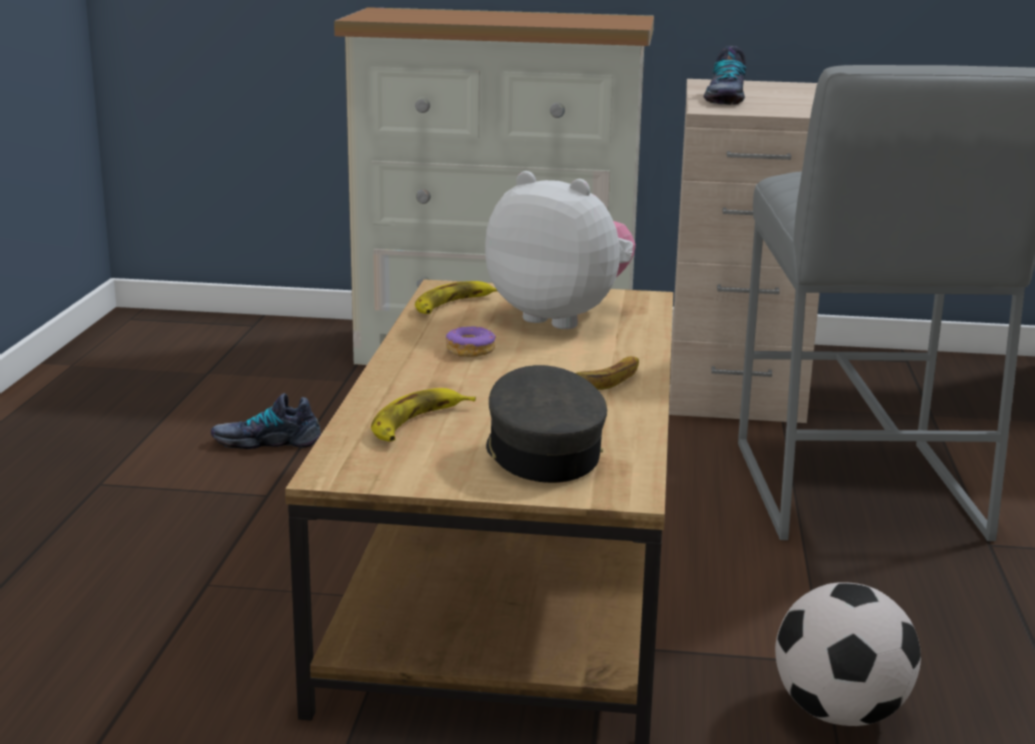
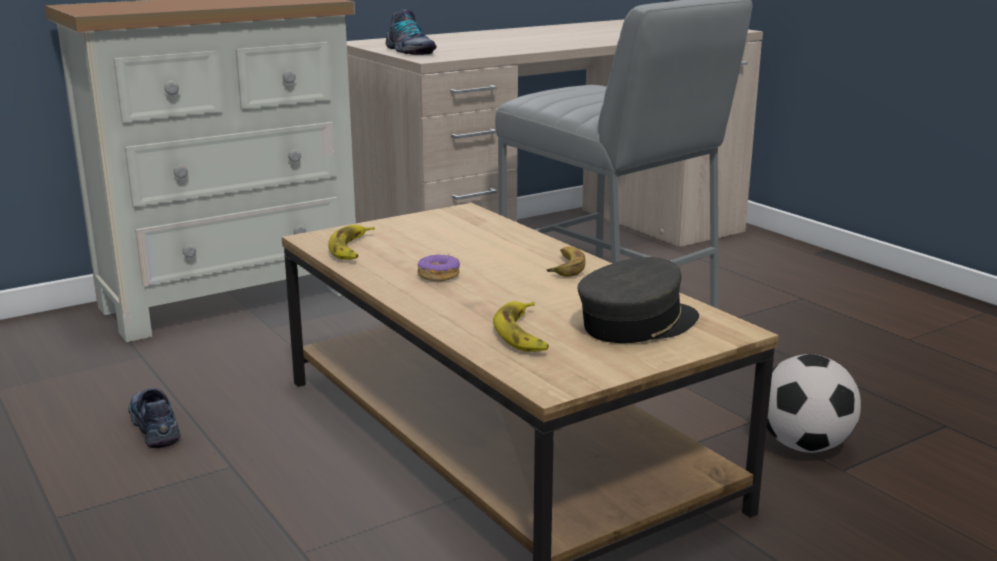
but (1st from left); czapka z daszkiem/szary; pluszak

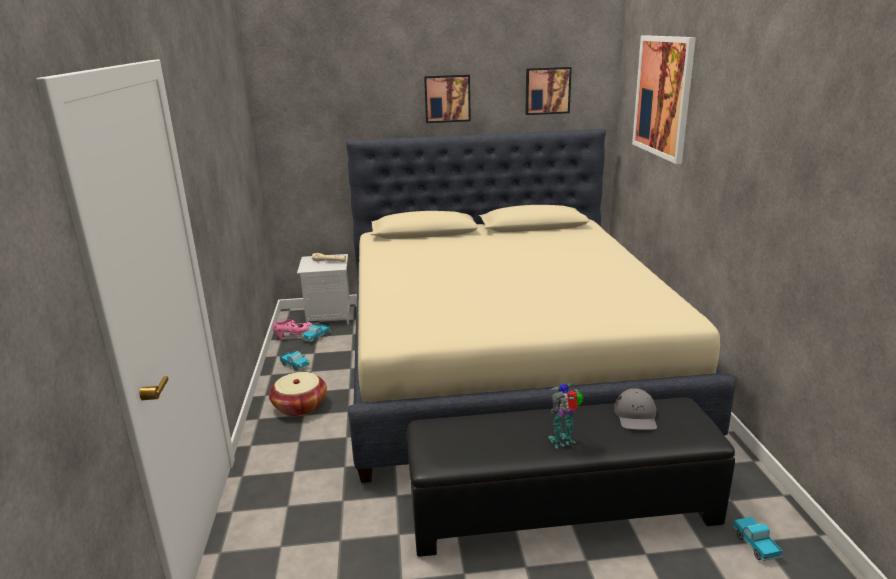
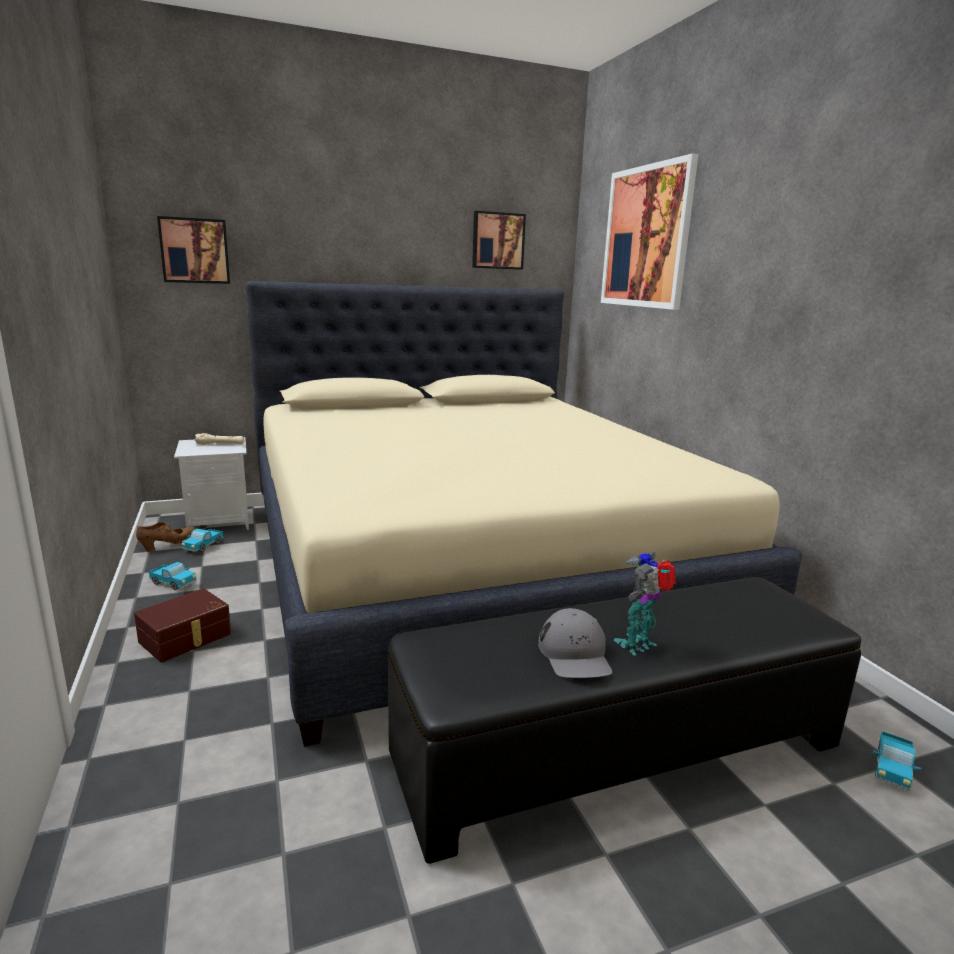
pojemnik do przechowywania/brązowy; but/brązowy; obraz (1st from left); czapka z daszkiem/szary; ciężarówka zabawkowa (3rd from left)

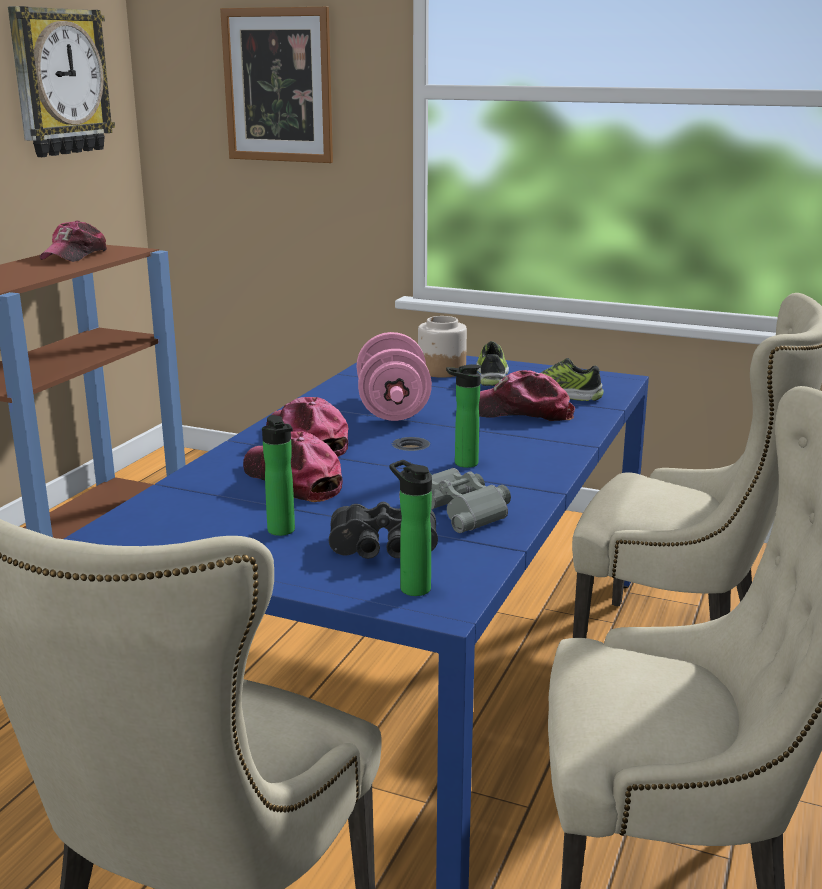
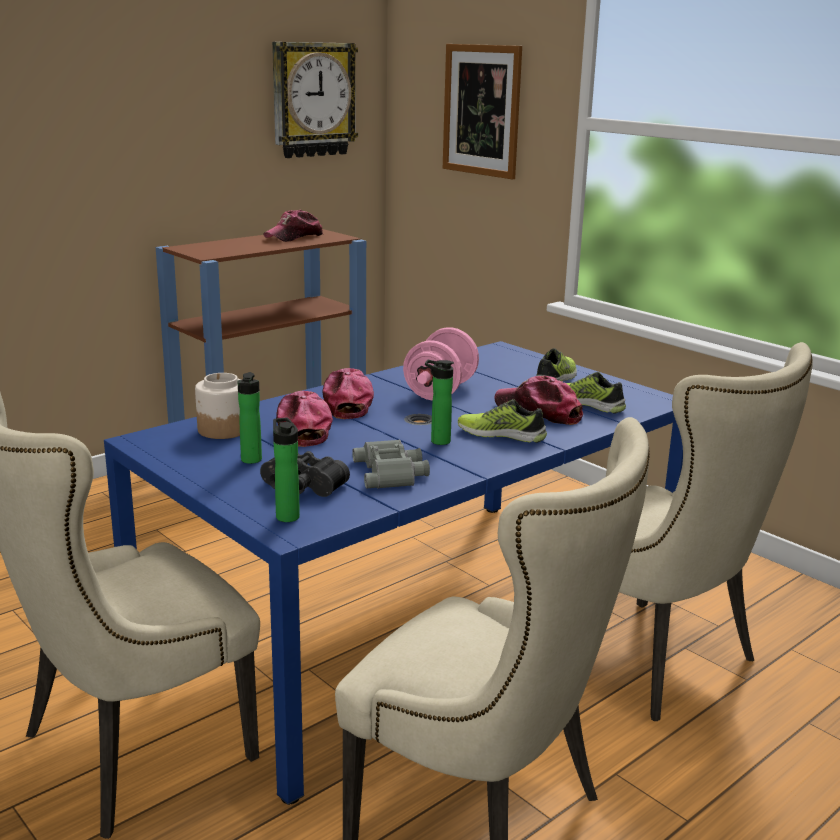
słoik; but (1st from left)

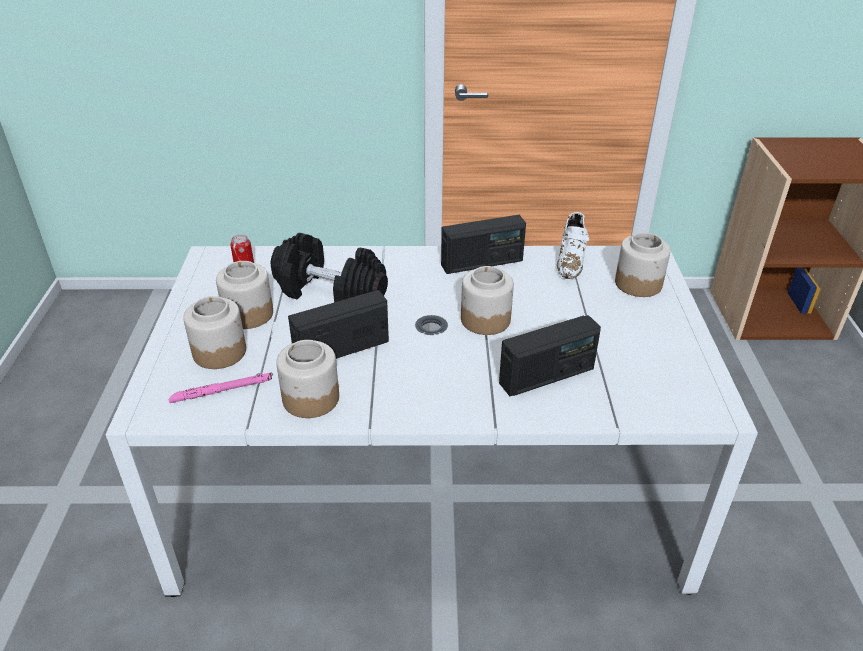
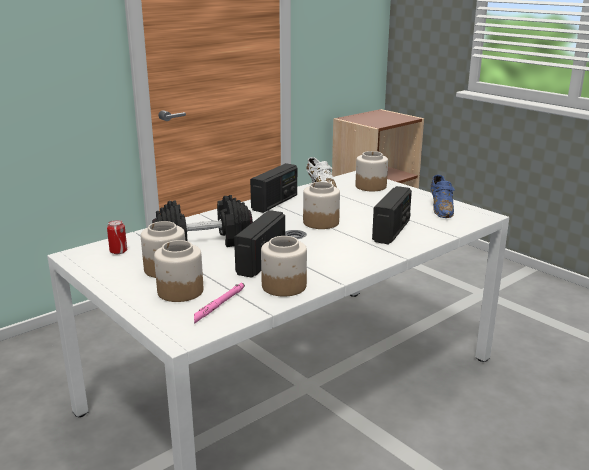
but/niebieski

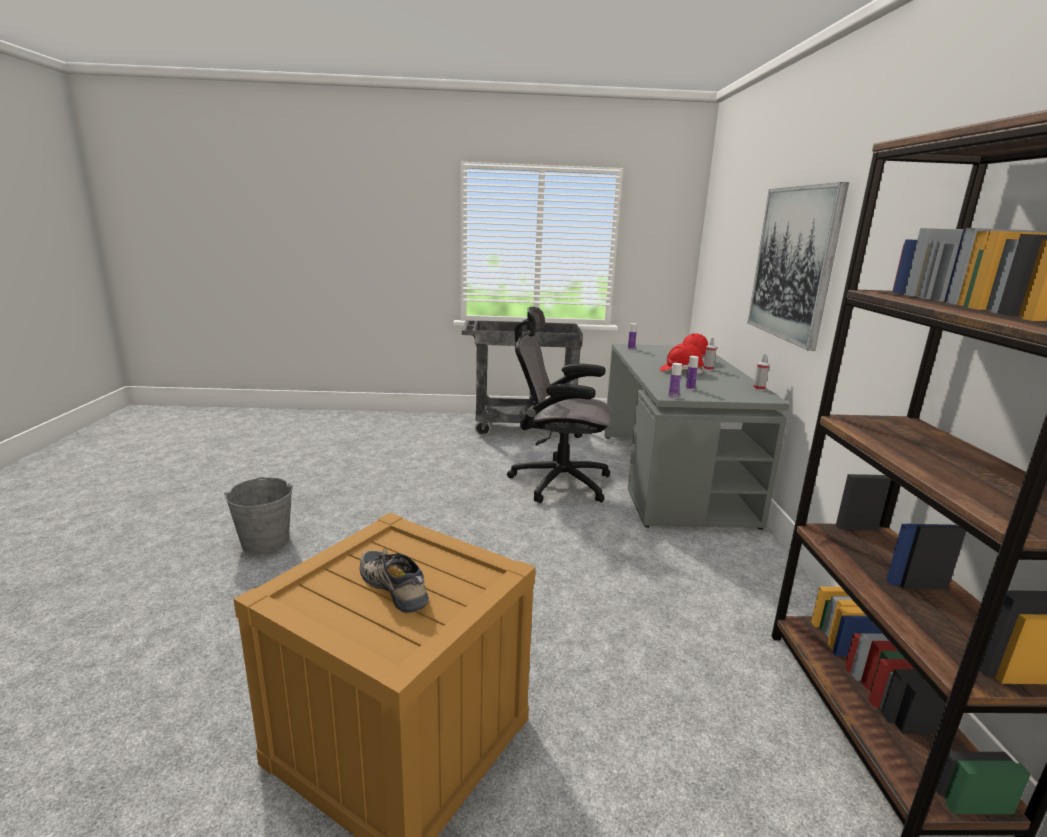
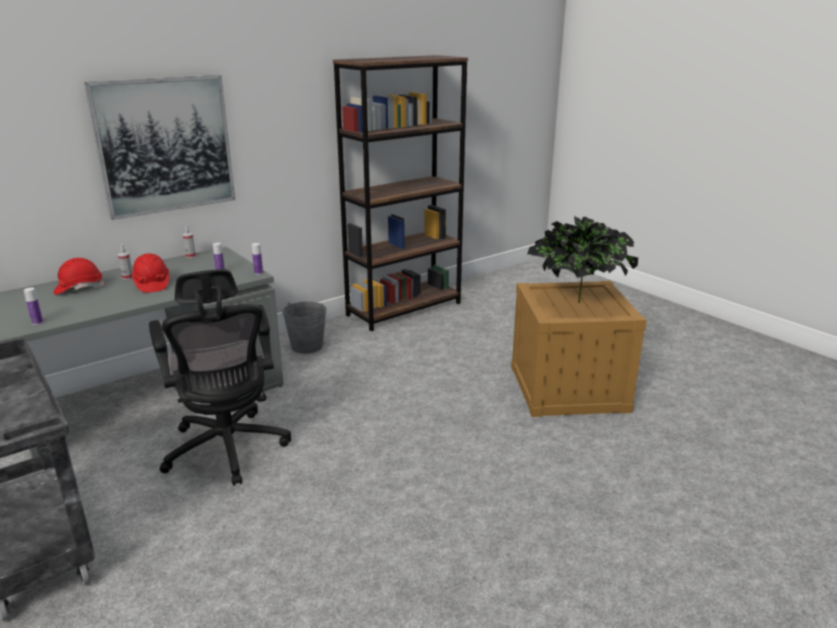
wiadro/szary; roślina doniczkowa

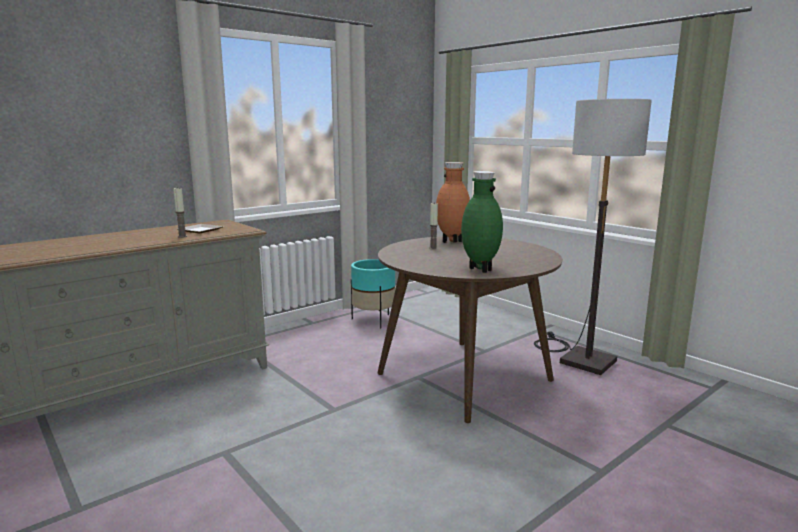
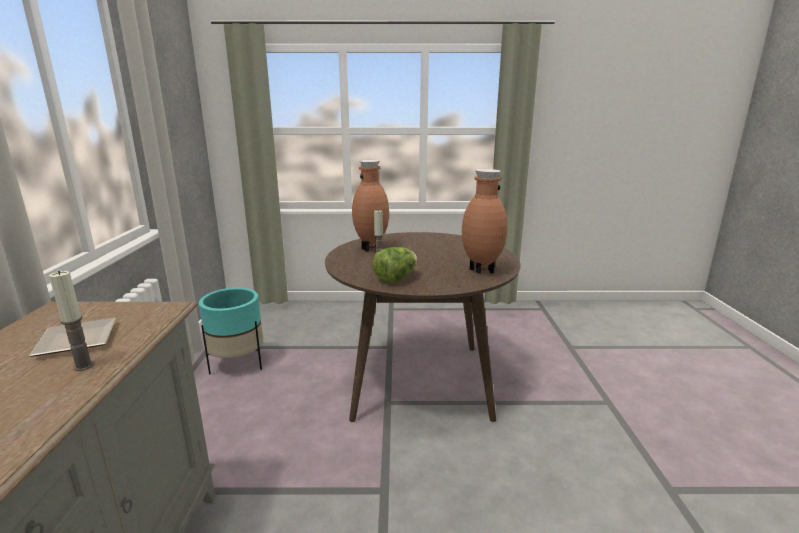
sałata; wazon/brązowy (2nd from left); lampa stojąca

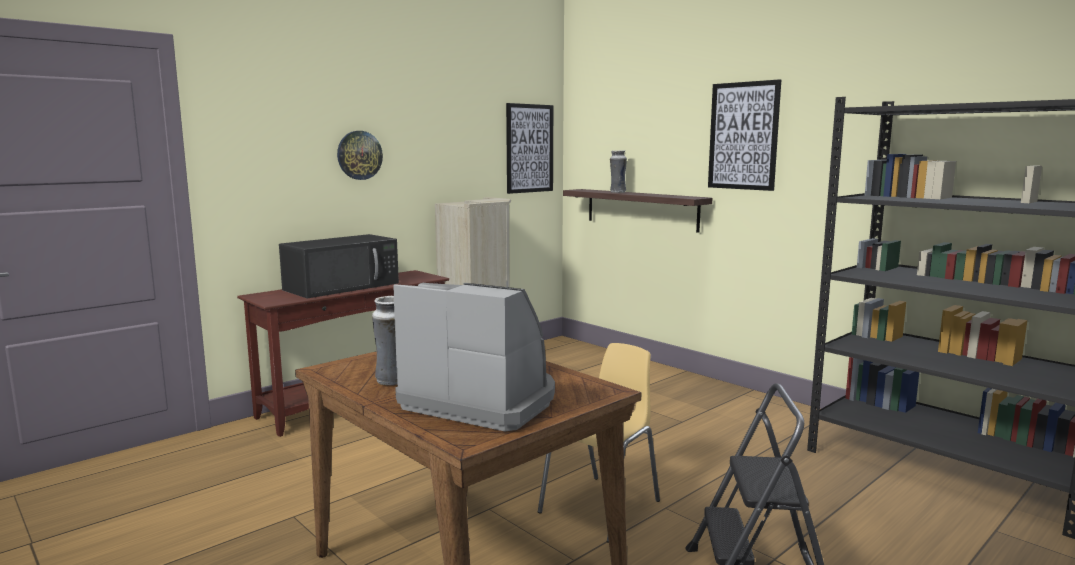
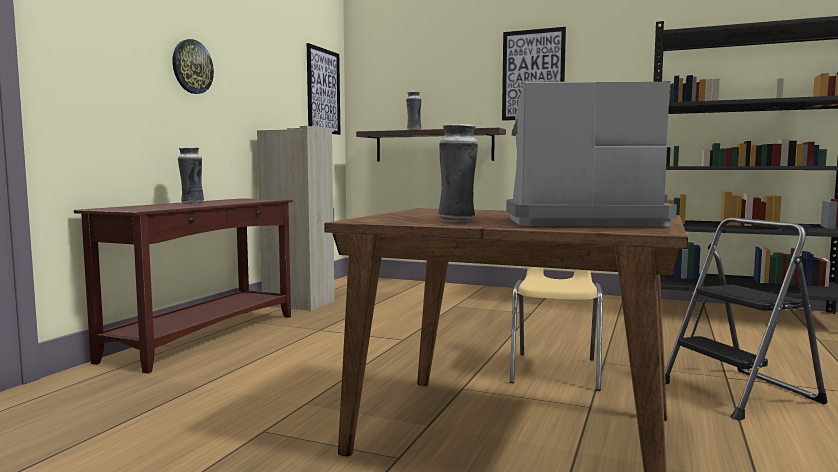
wazon (1st from left)

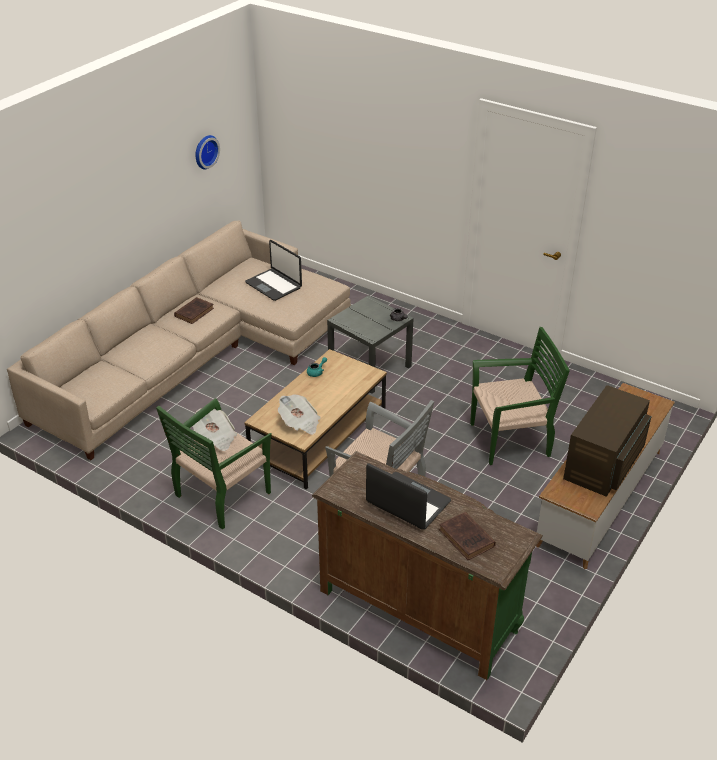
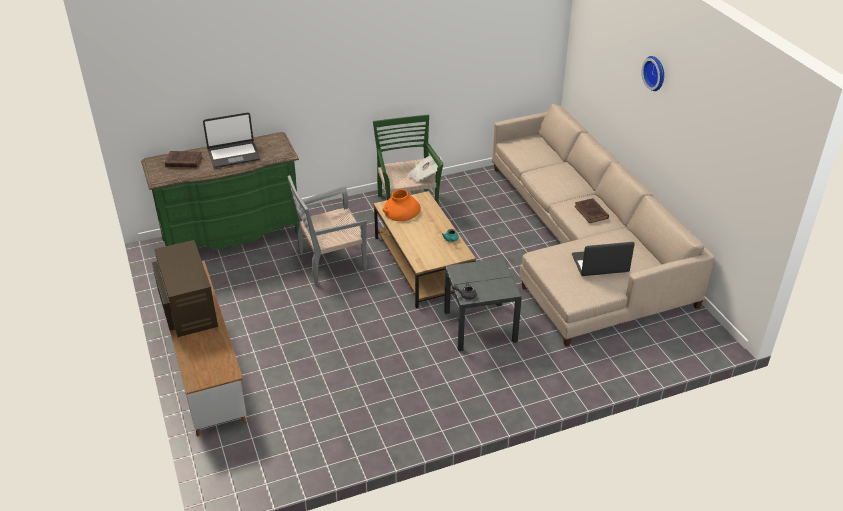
wazon/pomarańczowy; zegar ścienny; fotel/zielony (2nd from left in the first image)

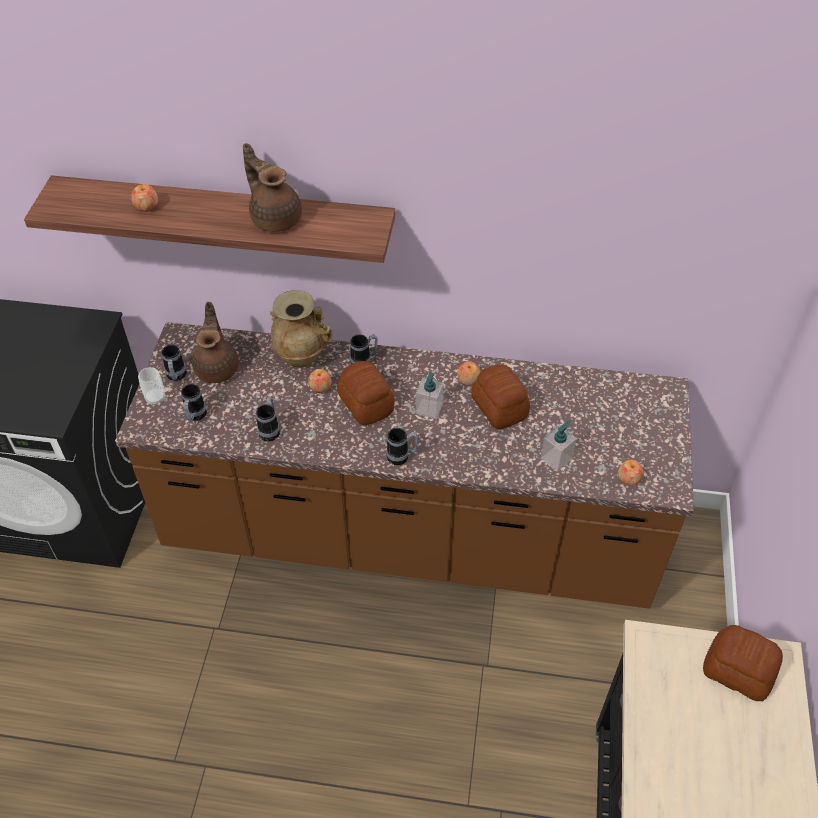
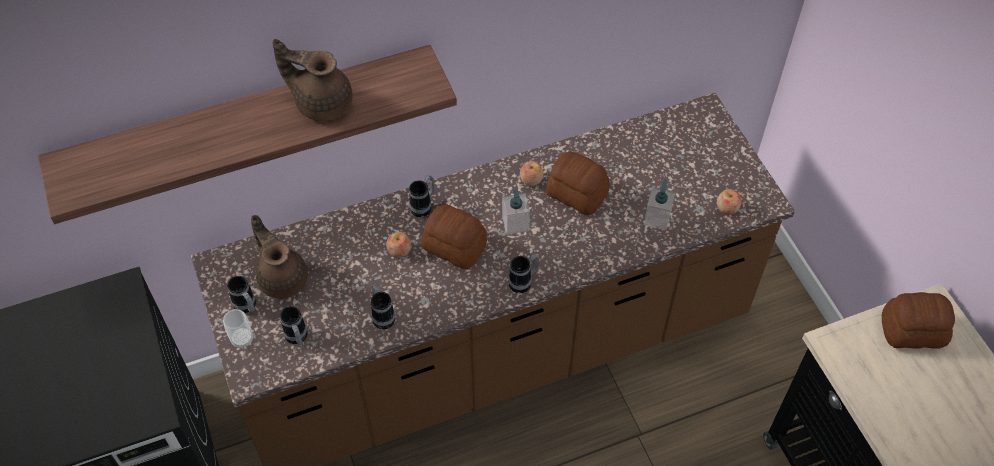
jabłko (1st from left in the first image); wazon/beżowy

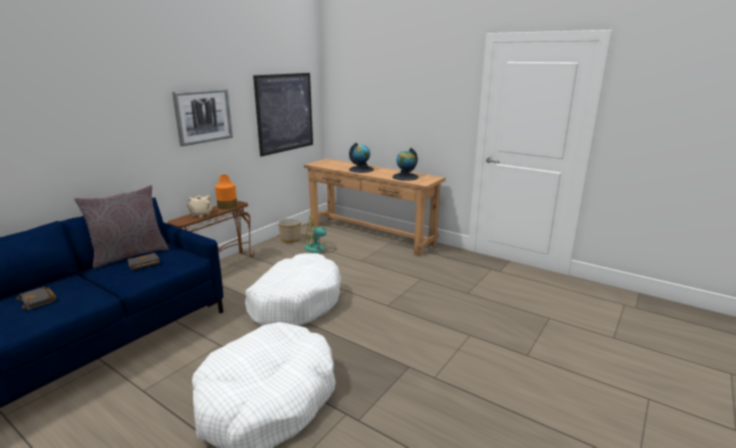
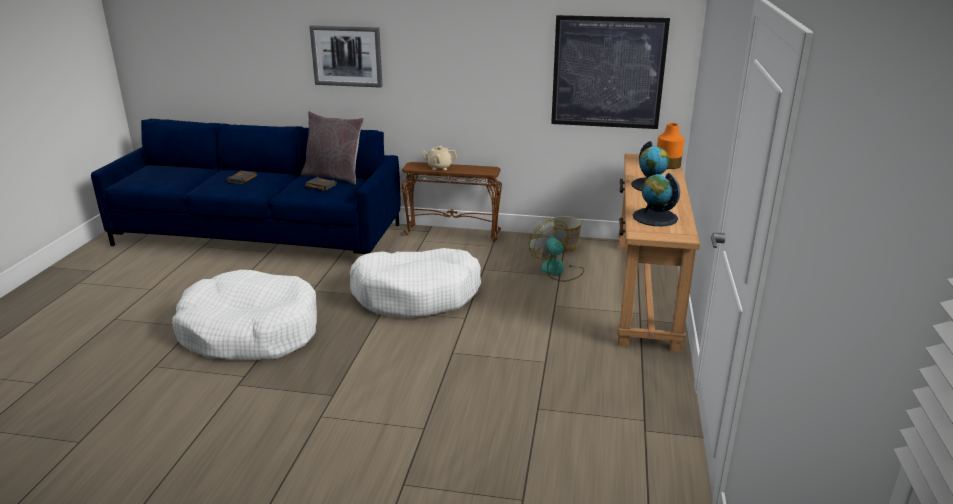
obraz (1st from left); wazon/pomarańczowy

